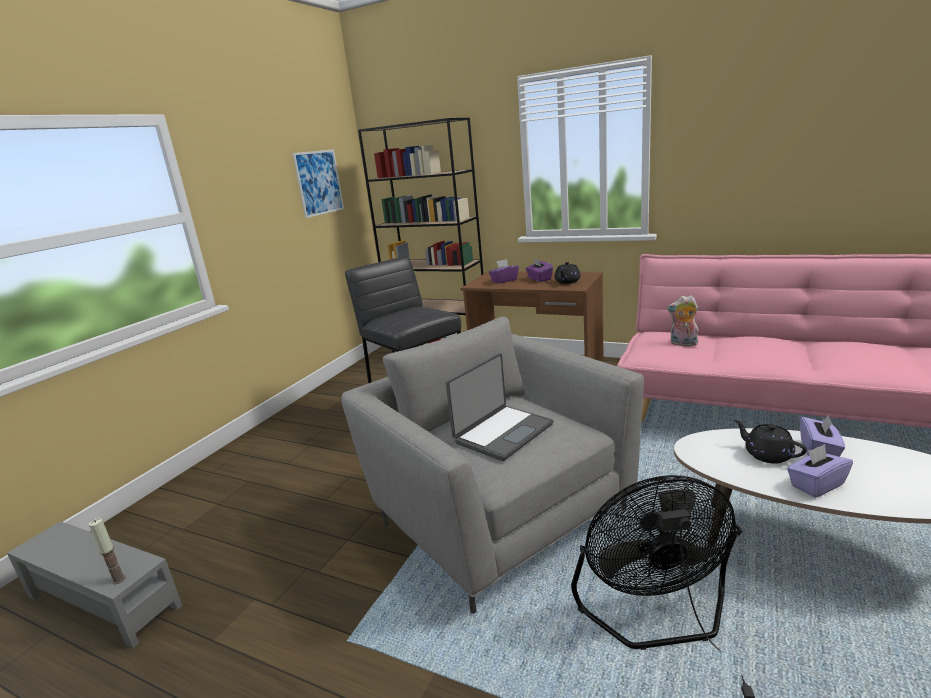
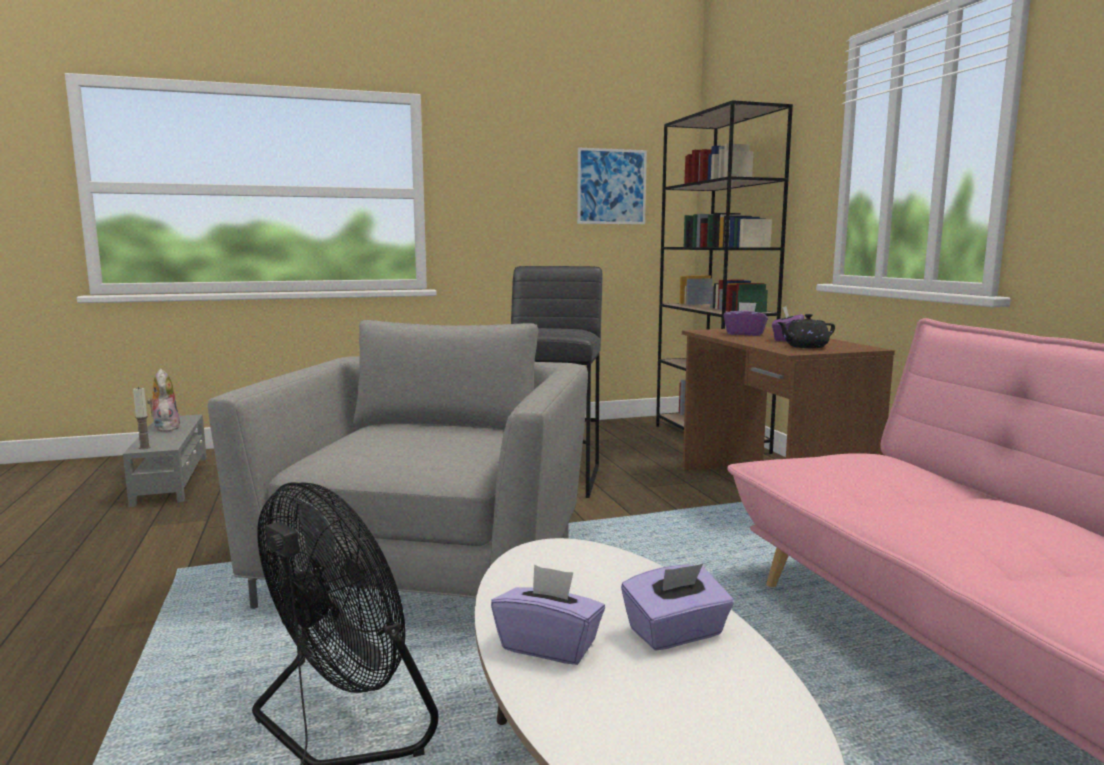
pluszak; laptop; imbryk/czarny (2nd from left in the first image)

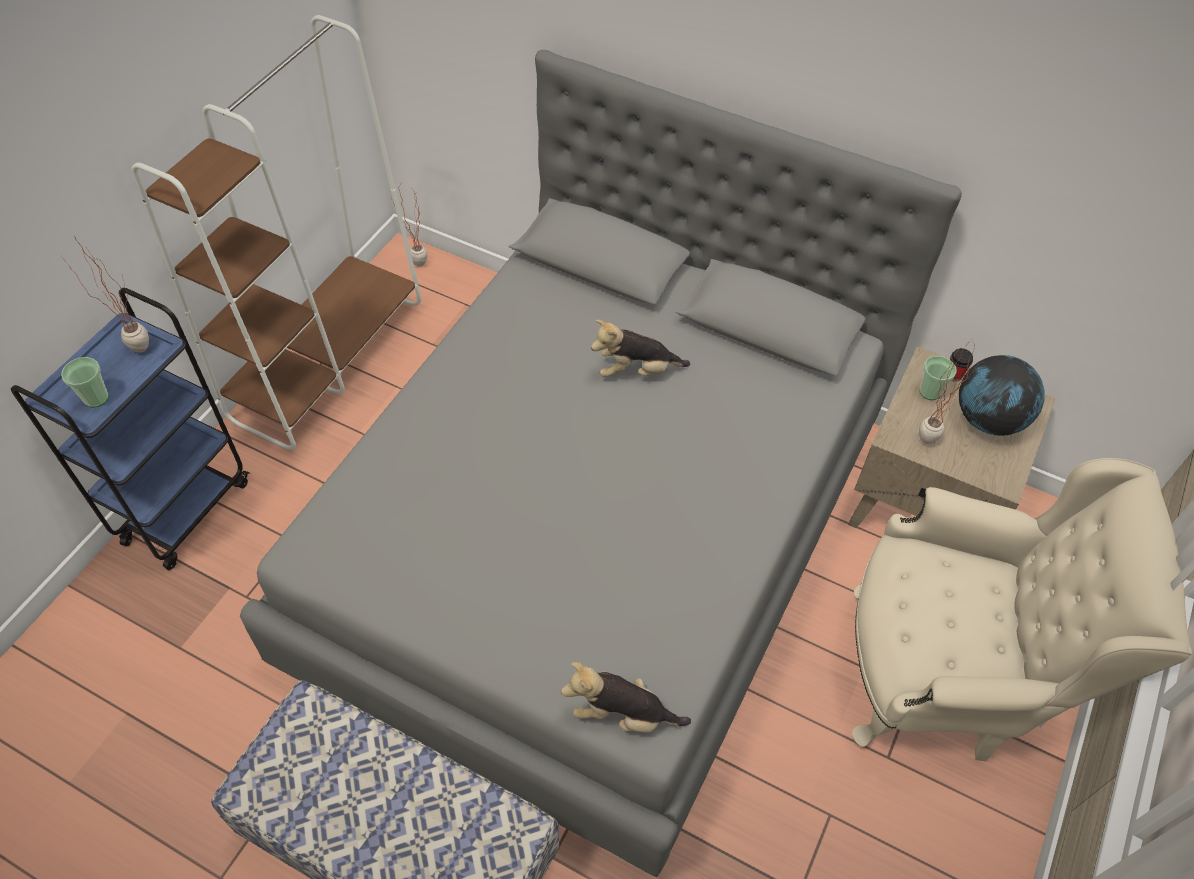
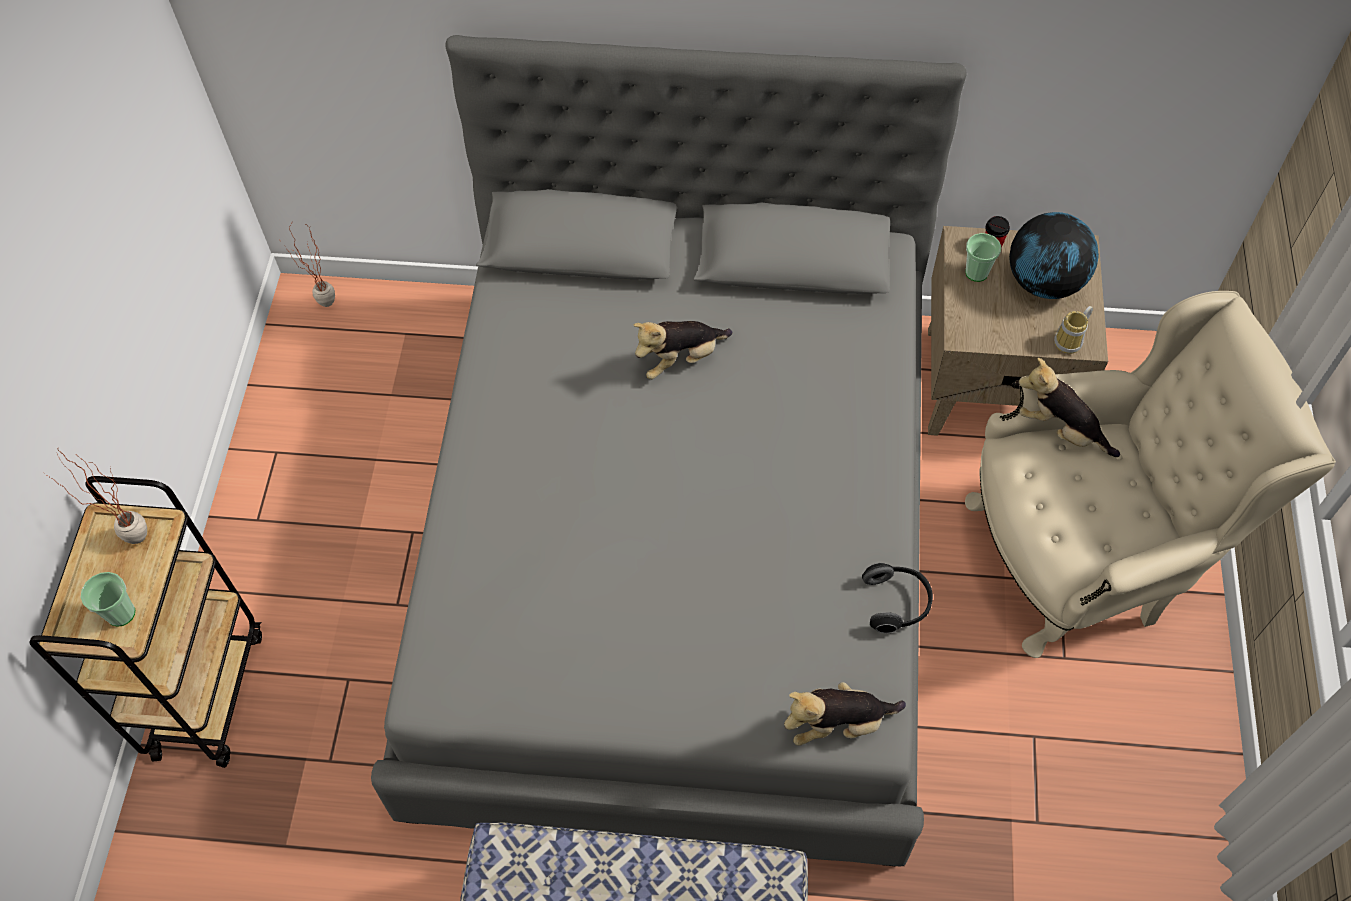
wózek/brązowy; słuchawki; pluszak (3rd from left); kubek; wieszak/brązowy; roślina doniczkowa (3rd from left in the first image)

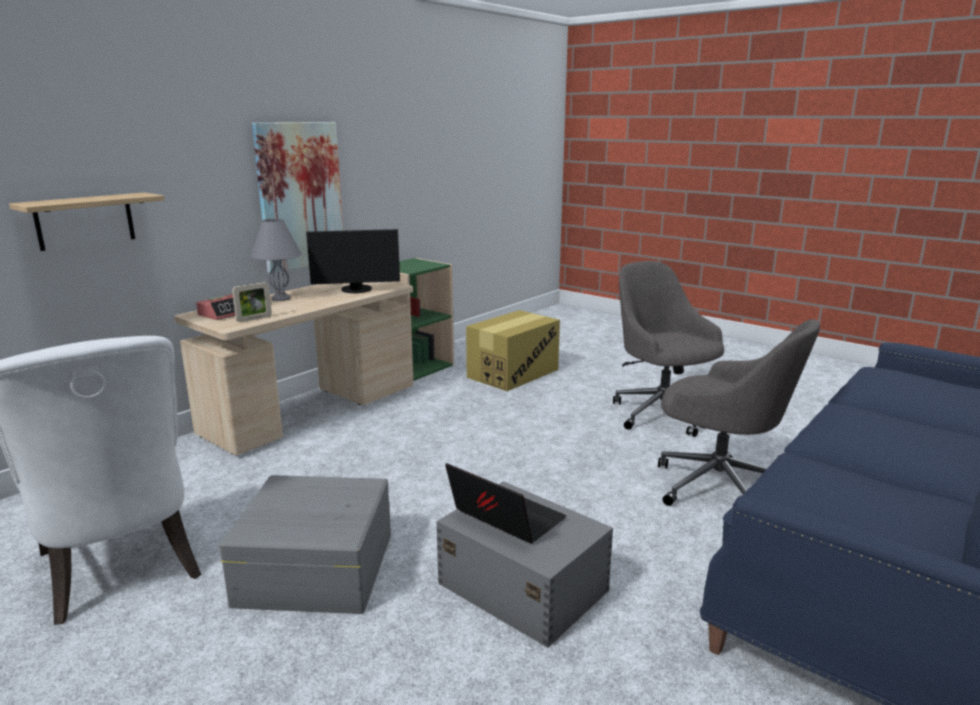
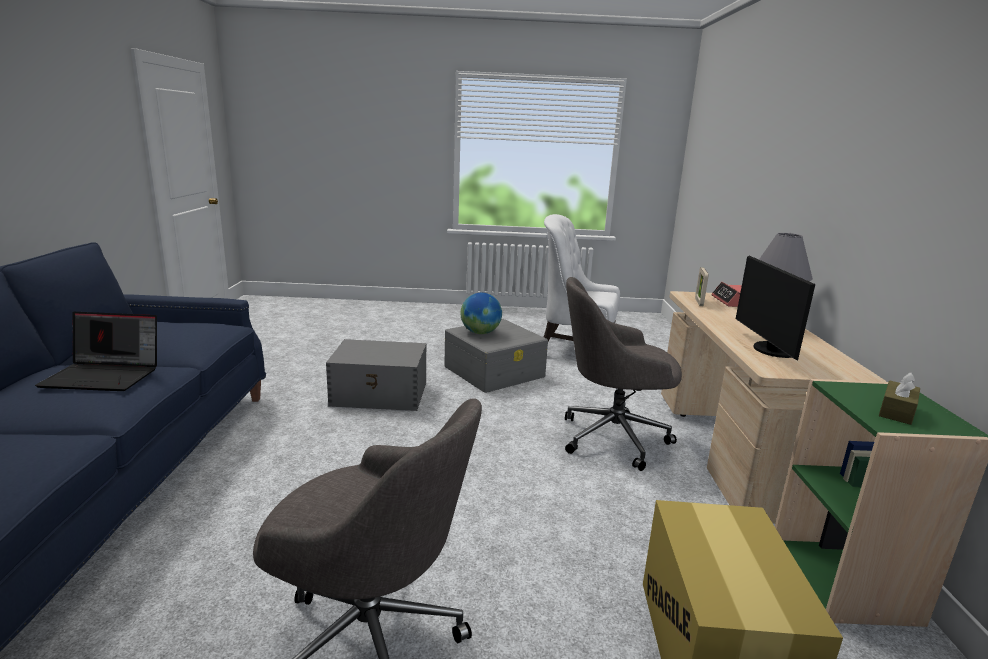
laptop; globus; krzesło biurowe/szary (2nd from left); monitor; pudełko chusteczek/brązowy; półka; obraz

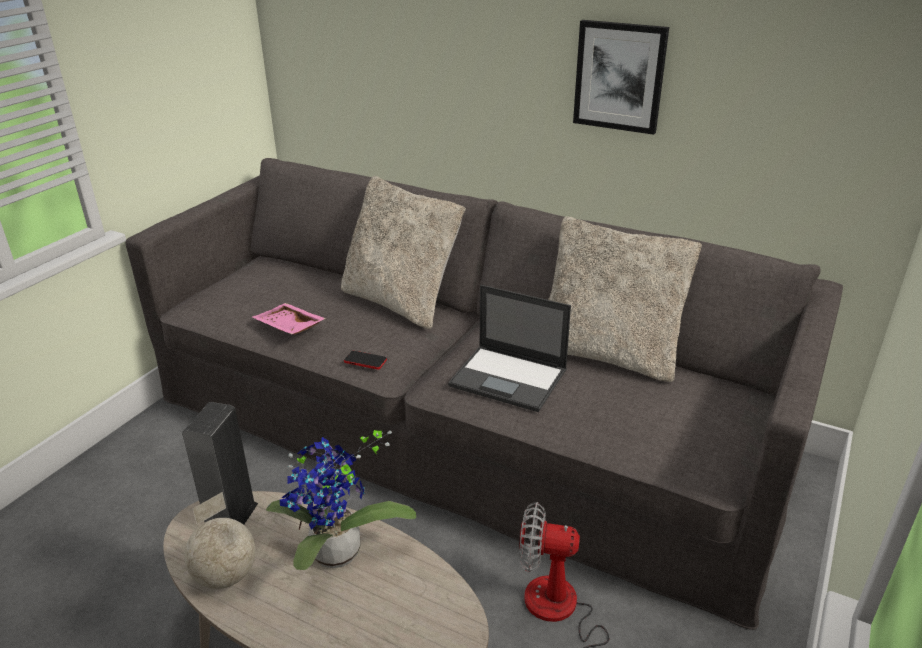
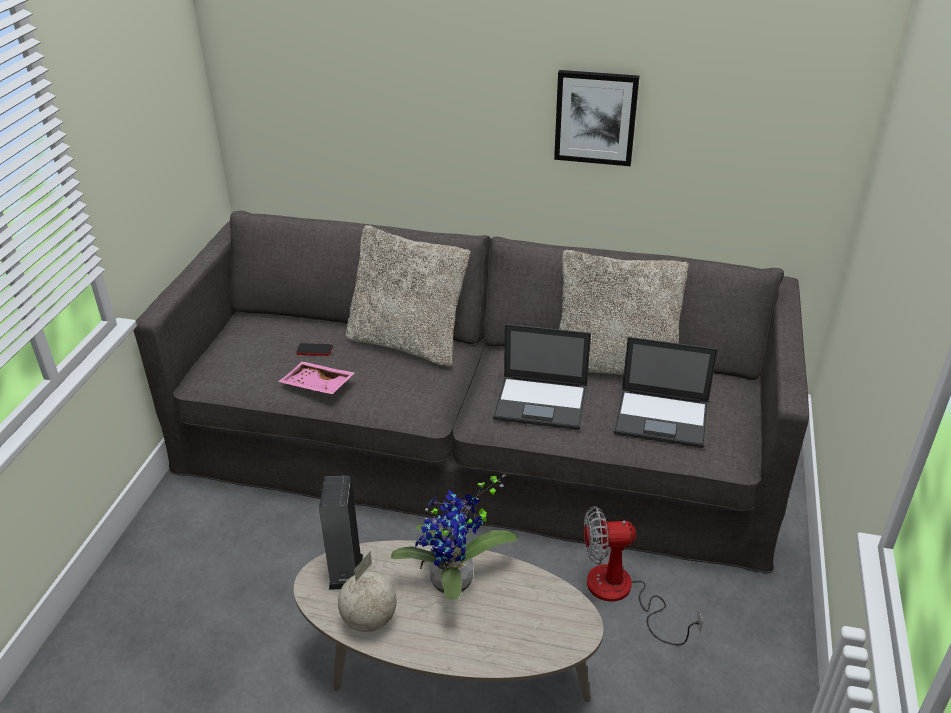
telefon; laptop (2nd from left)

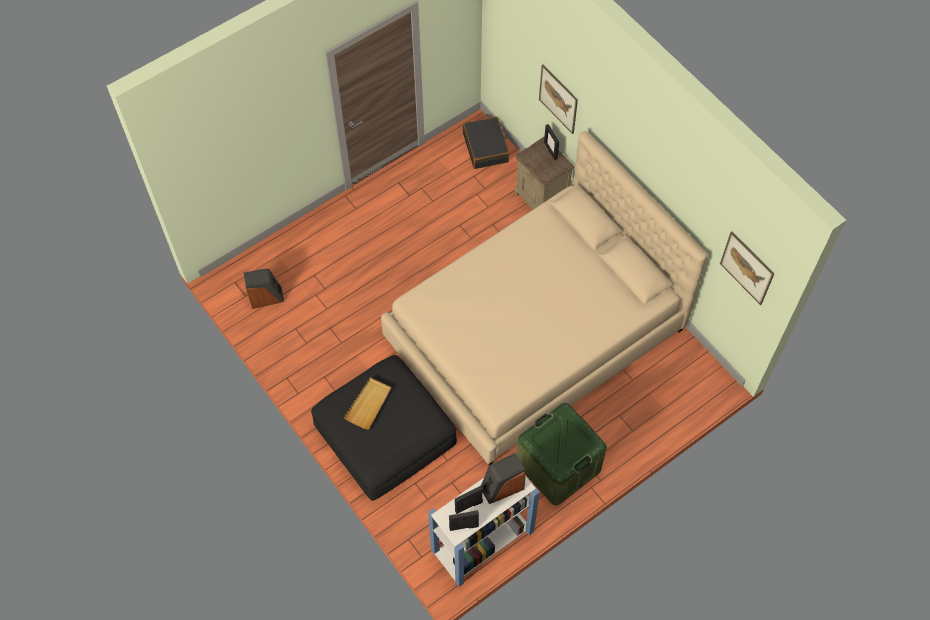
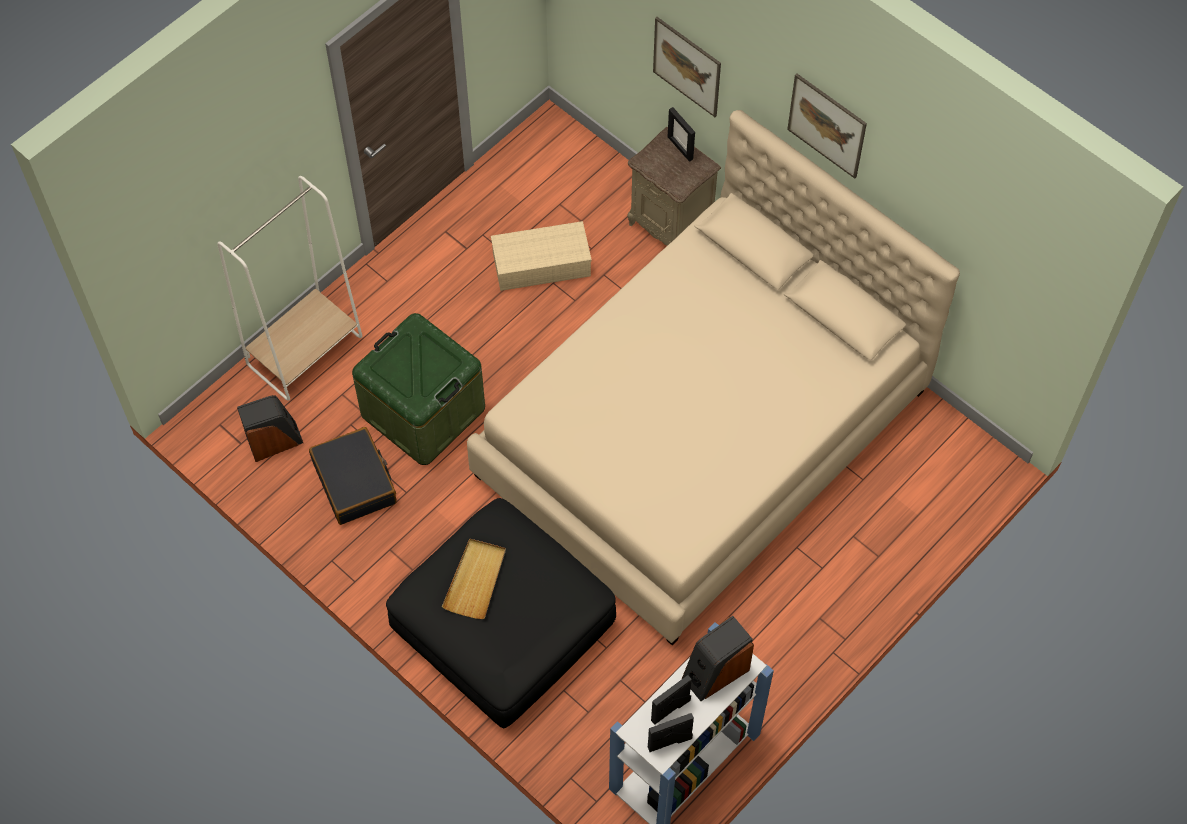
wieszak; walizka/czarny; pojemnik do przechowywania/zielony; pojemnik do przechowywania/beżowy; obraz (2nd from left)

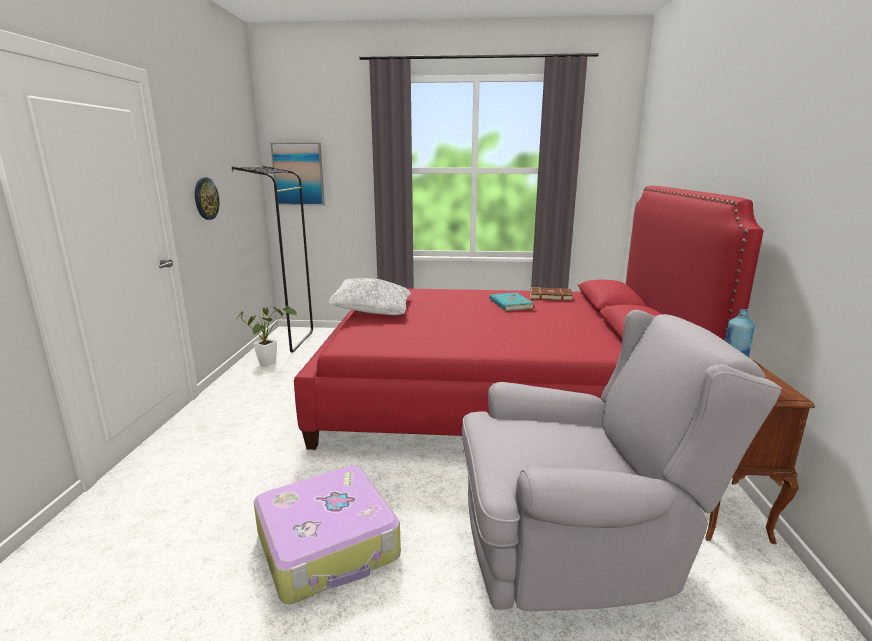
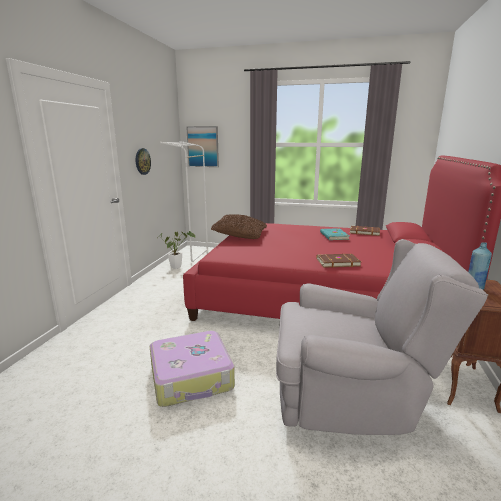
wieszak/biały; poduszka/brązowy; książka/brązowy (1st from left)

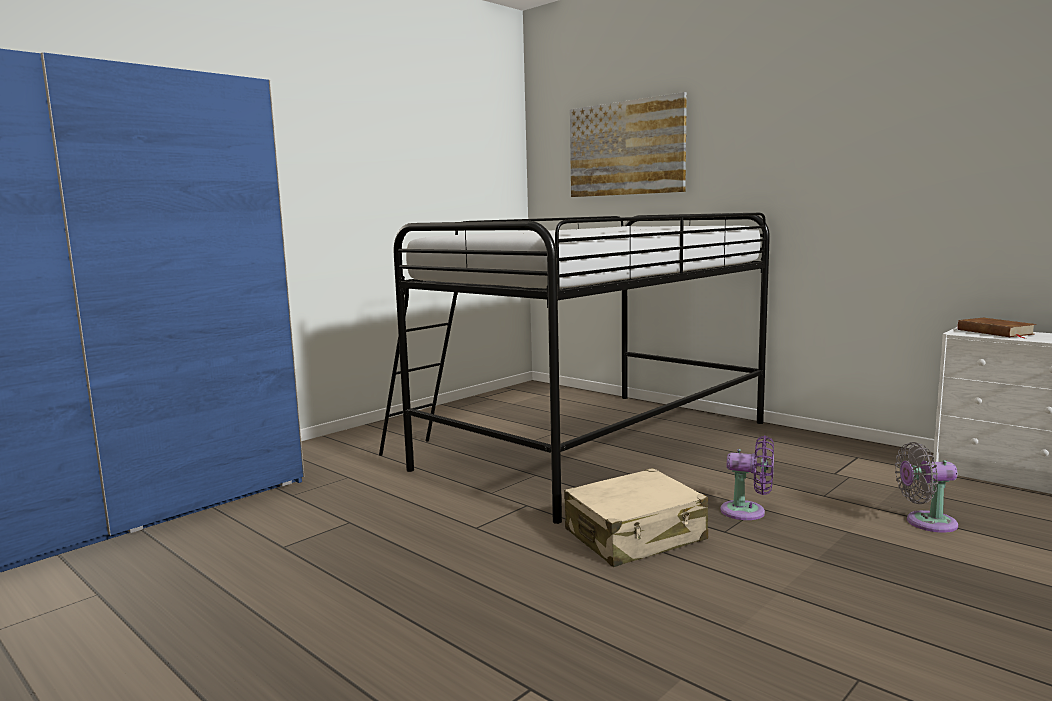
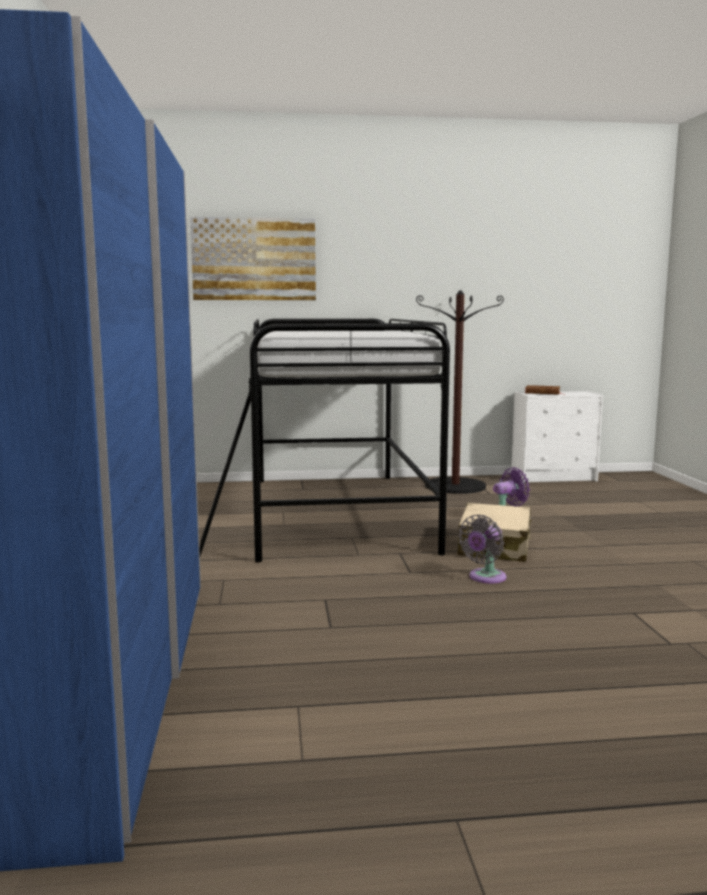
wieszak/czarny; wentylator/szary

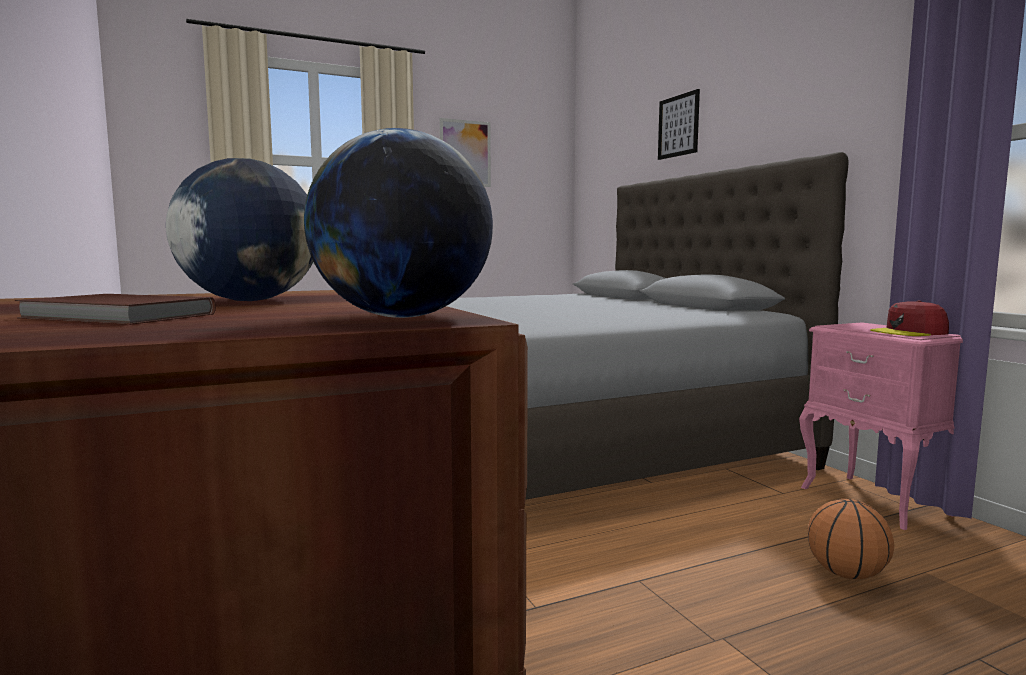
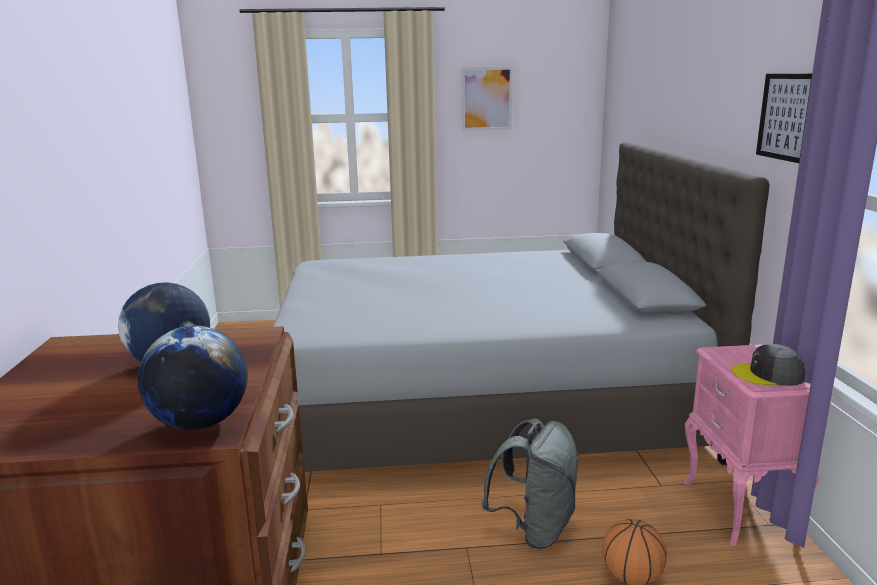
plecak/szary; czapka z daszkiem/szary; obraz (2nd from left); książka/brązowy

